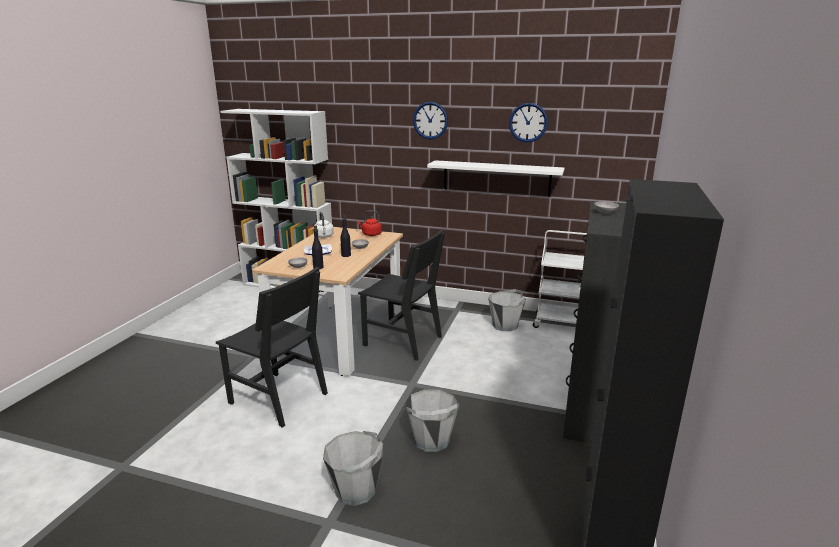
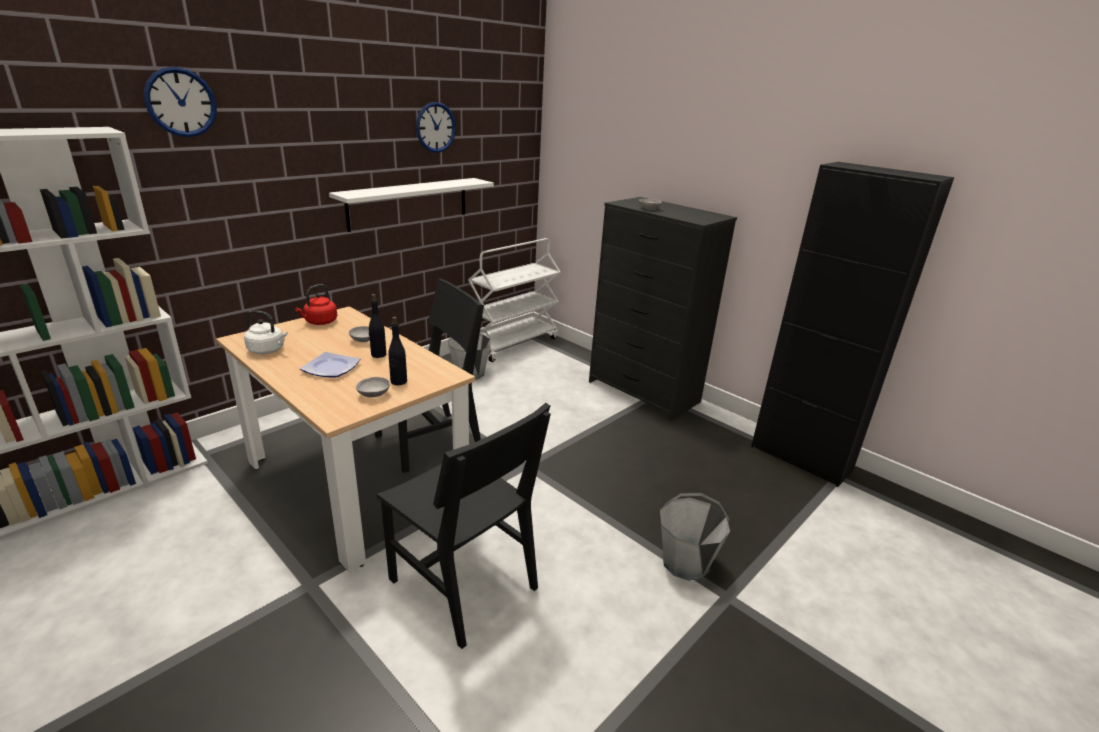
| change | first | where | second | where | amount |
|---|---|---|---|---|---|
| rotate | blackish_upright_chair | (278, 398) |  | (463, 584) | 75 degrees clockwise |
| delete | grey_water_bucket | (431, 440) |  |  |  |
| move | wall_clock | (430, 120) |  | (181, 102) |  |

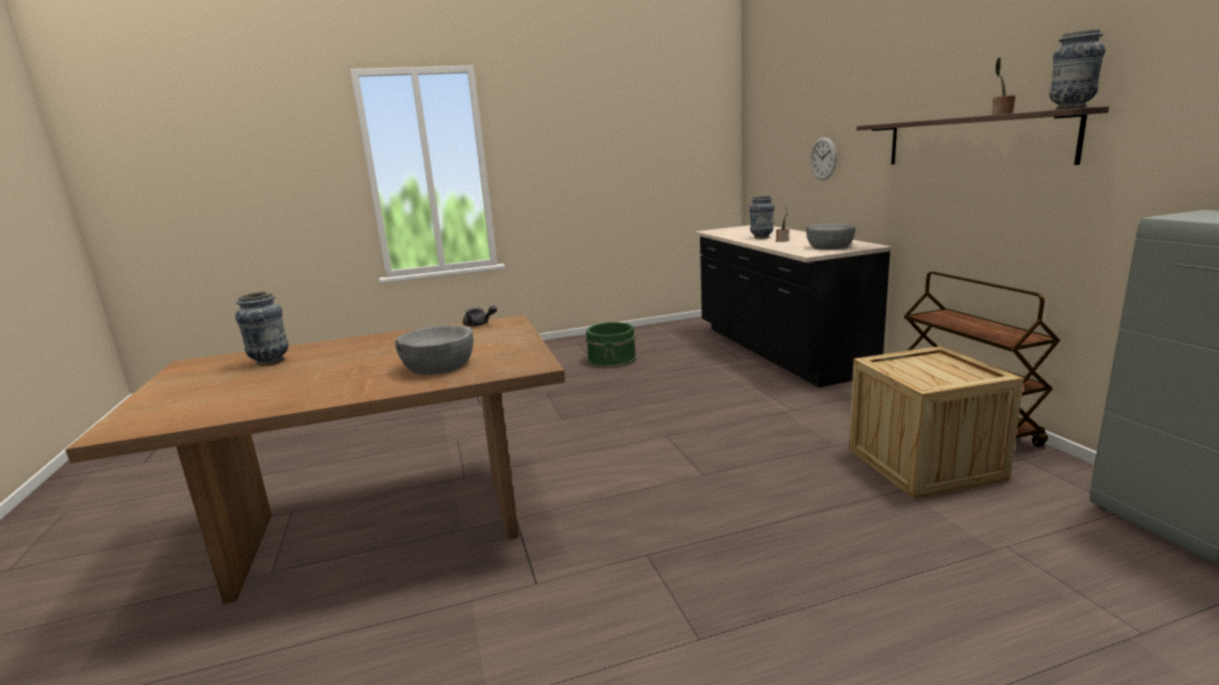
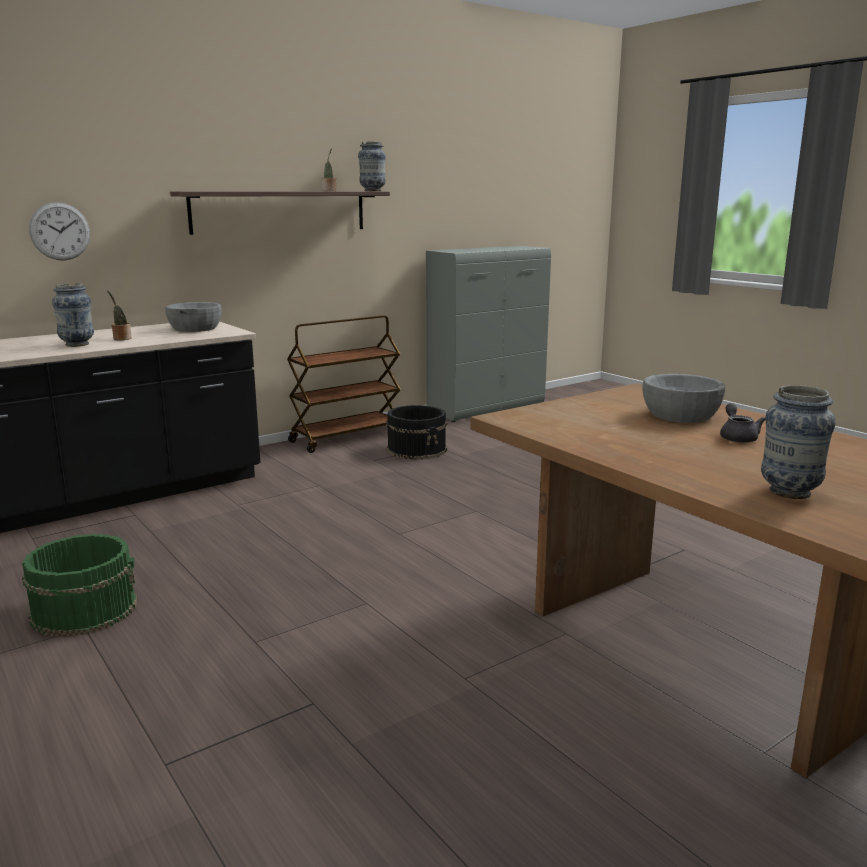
| change | first | where | second | where | amount |
|---|---|---|---|---|---|
| move | grey_tea_pot | (479, 324) |  | (737, 437) |  |
| replace | shipping_crate | (924, 464) | blackish_water_bucket | (417, 449) |  |

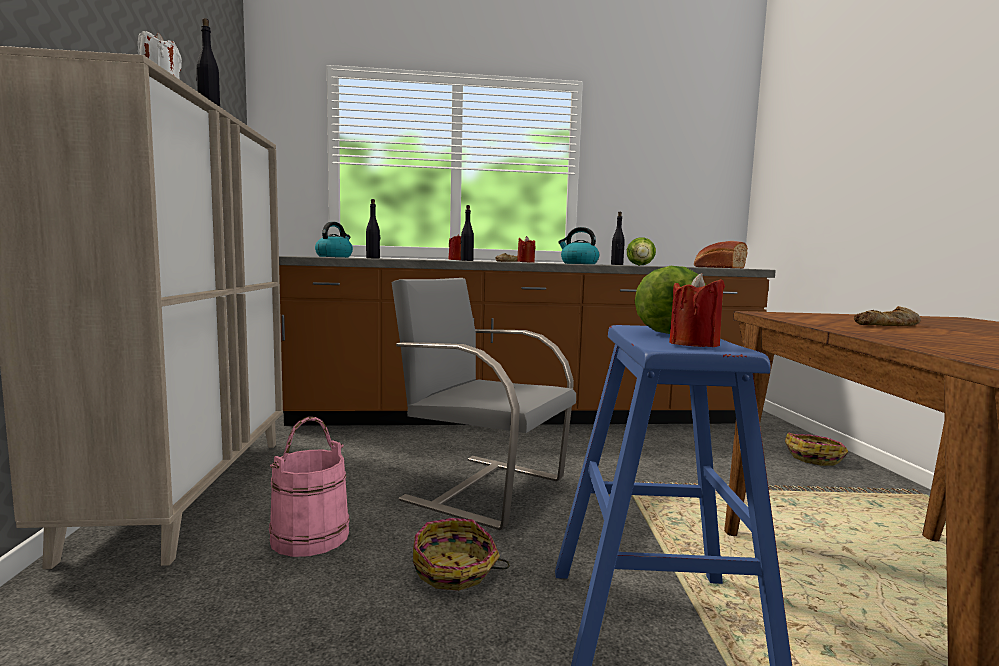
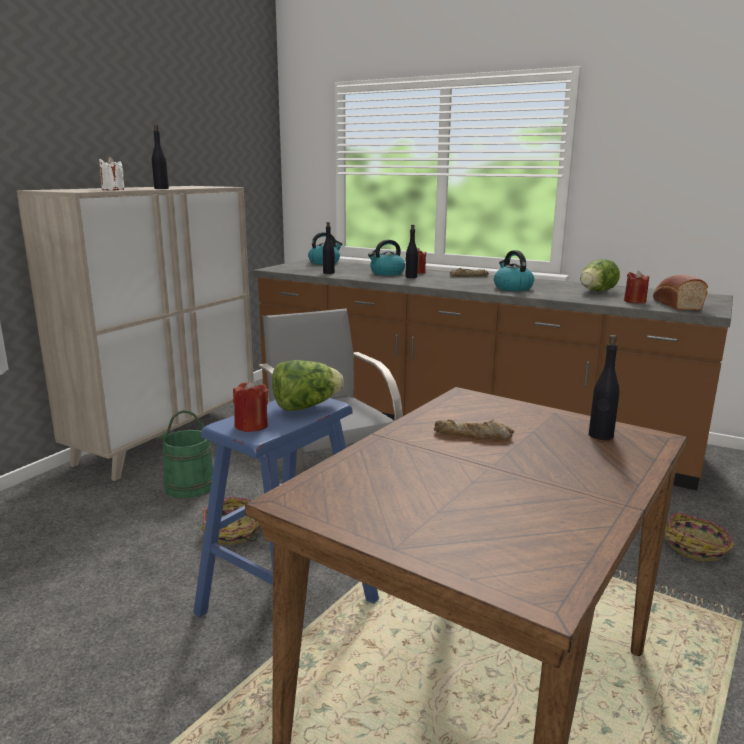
| change | first | where | second | where | amount |
|---|---|---|---|---|---|
| recolor | pinkish_water_bucket | (310, 536) | green_water_bucket | (190, 486) |  |
| move | red-coloured_candle | (525, 262) |  | (634, 301) |  |
| move | blackish_beverage_bottle | (617, 264) |  | (600, 435) |  |
| insert |  |  | kettle | (387, 273) |  |

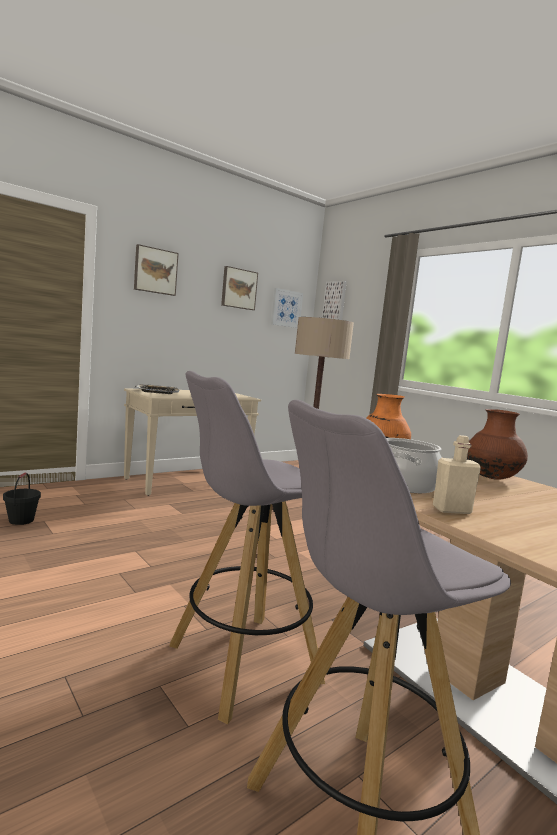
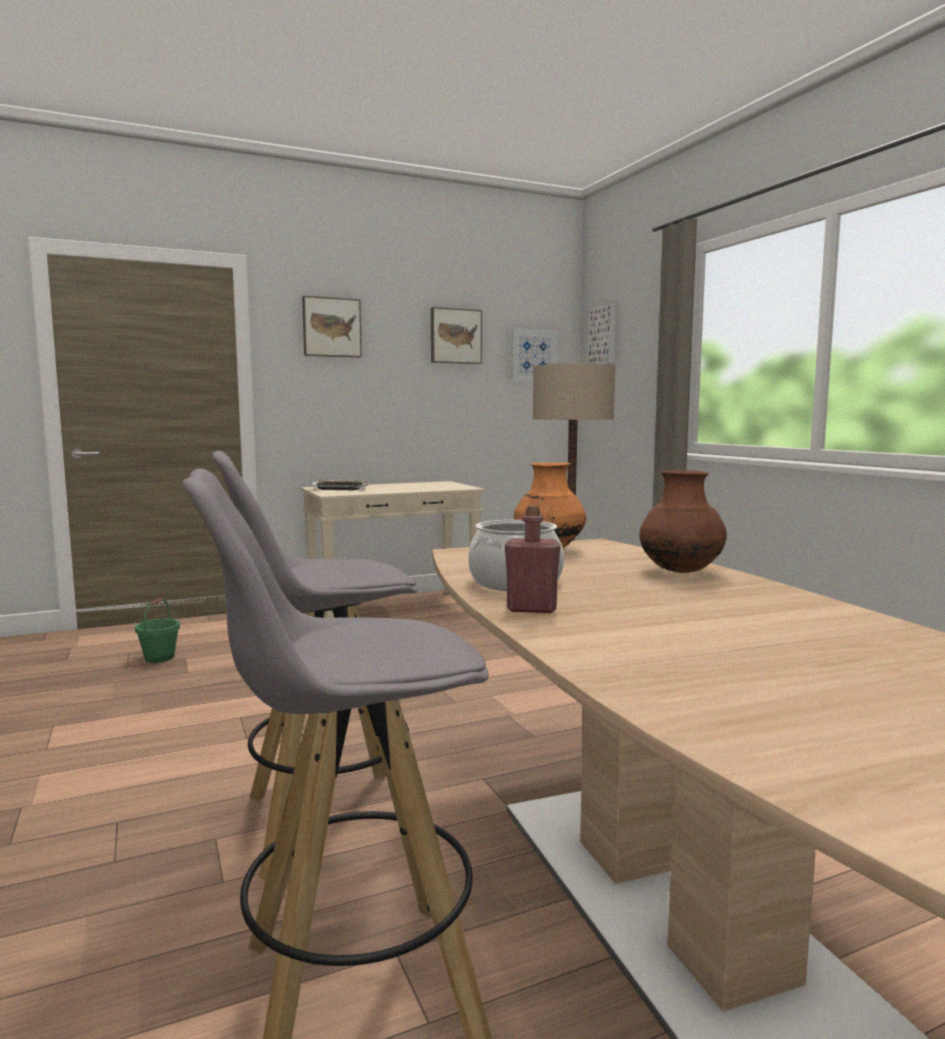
| change | first | where | second | where | amount |
|---|---|---|---|---|---|
| recolor | blackish_water_bucket | (21, 520) | green_water_bucket | (159, 658) |  |
| recolor | beige-coloured_beverage_bottle | (451, 510) | red-coloured_beverage_bottle | (531, 609) |  |

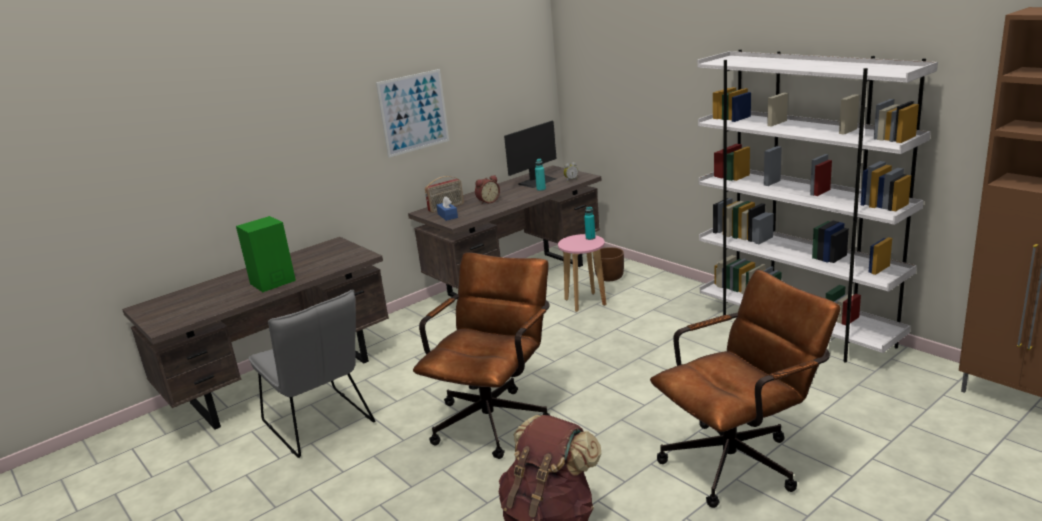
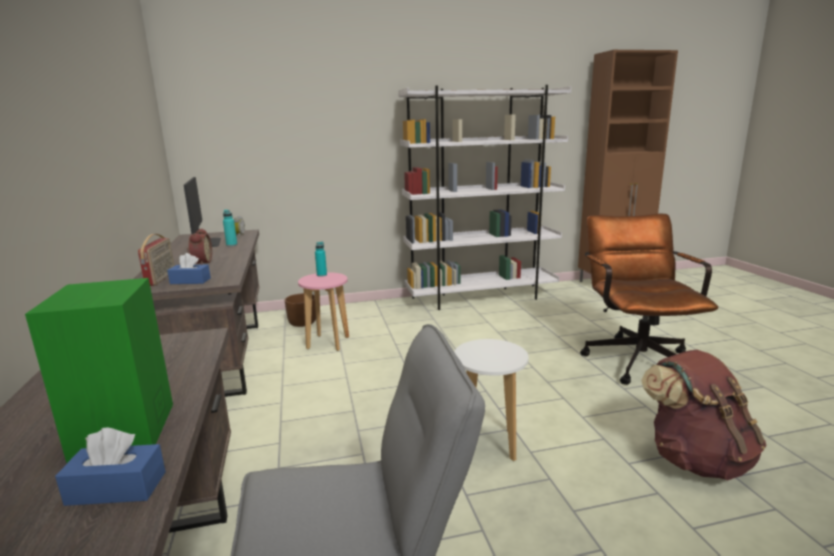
| change | first | where | second | where | amount |
|---|---|---|---|---|---|
| delete | wall_art | (413, 112) |  |  |  |
| replace | brownish_desk_chair | (495, 417) | white_stool_seat | (488, 444) |  |
| insert |  |  | blue-coloured_tissue_box | (116, 488) |  |

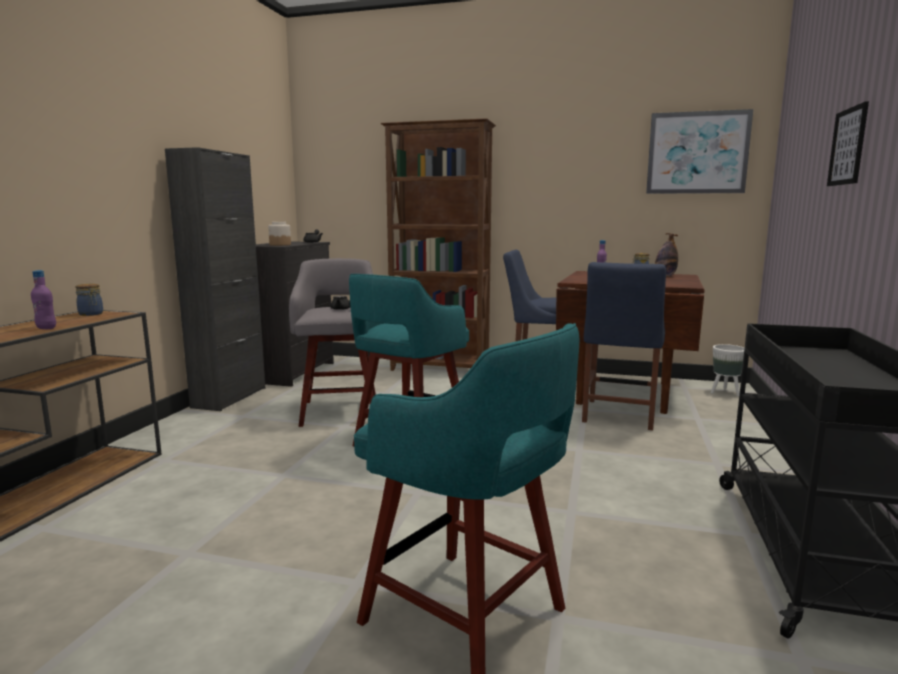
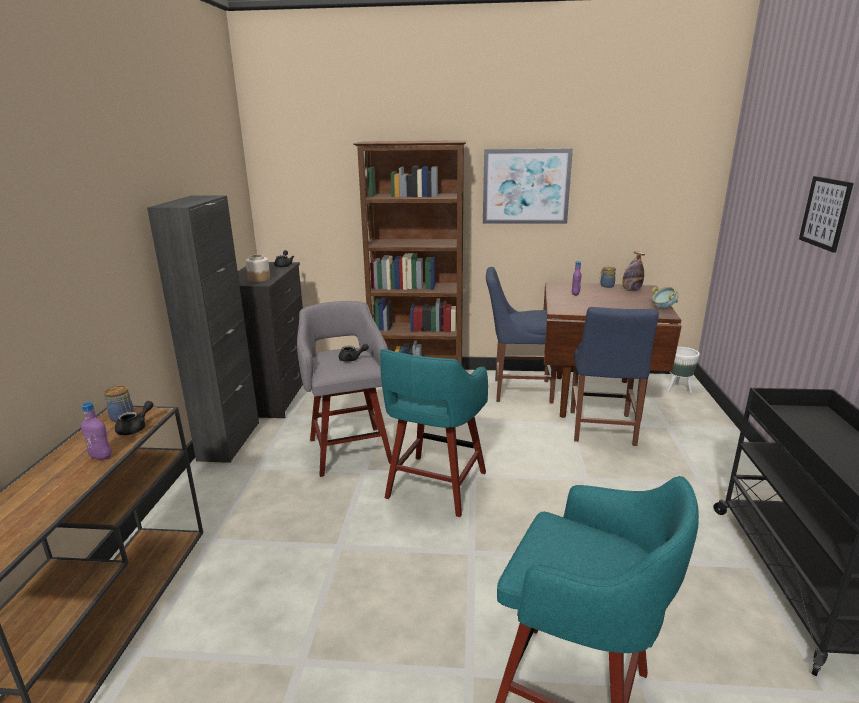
| change | first | where | second | where | amount |
|---|---|---|---|---|---|
| move | wall_art | (697, 153) |  | (526, 186) |  |
| insert |  |  | blackish_tea_pot | (136, 428) |  |
| insert |  |  | deep_dish | (663, 308) |  |

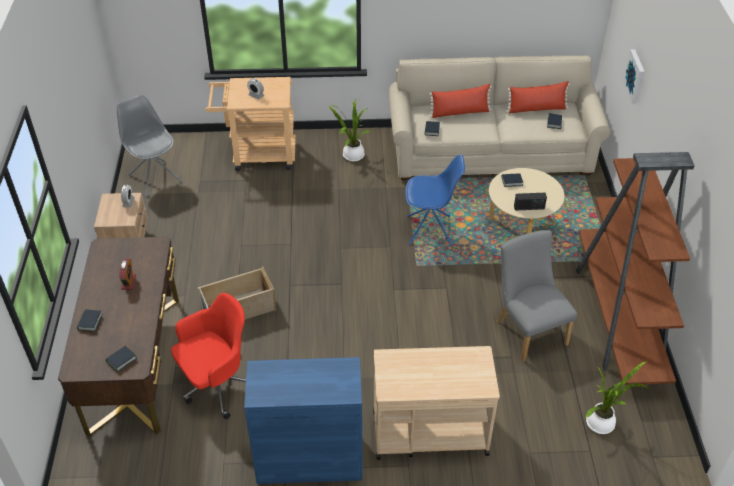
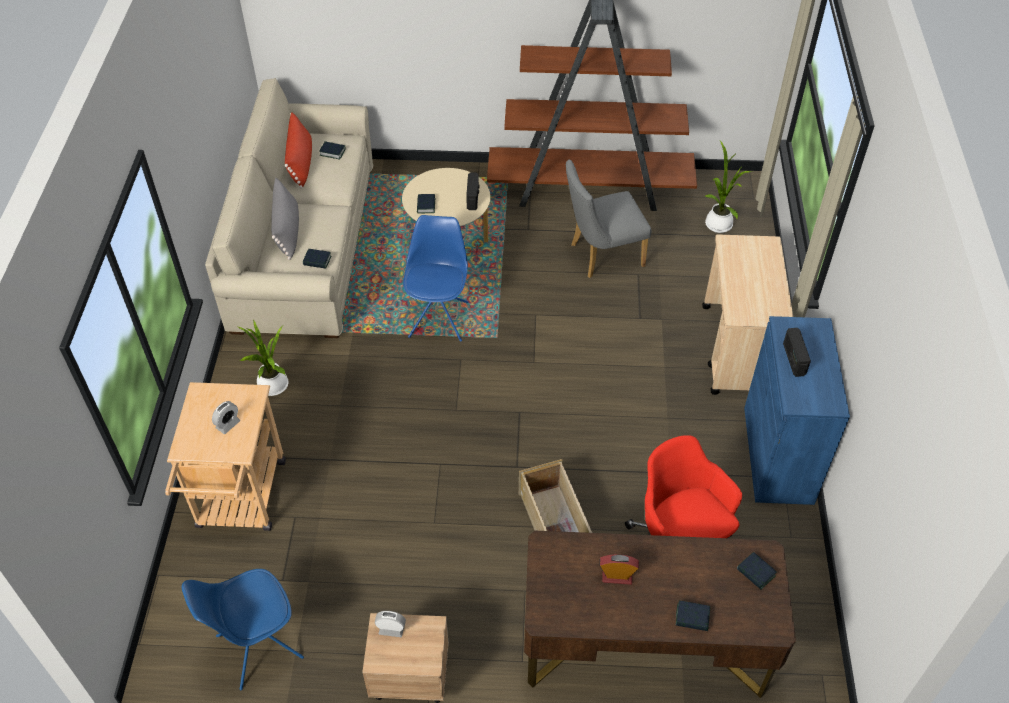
| change | first | where | second | where | amount |
|---|---|---|---|---|---|
| recolor | grey_upright_chair | (155, 178) | blue-coloured_upright_chair | (257, 647) |  |
| recolor | red-coloured_throw_pillow | (460, 112) | grey_throw_pillow | (287, 230) |  |
| delete | wall_art | (635, 76) |  |  |  |
| insert |  |  | radio_set | (793, 359) |  |

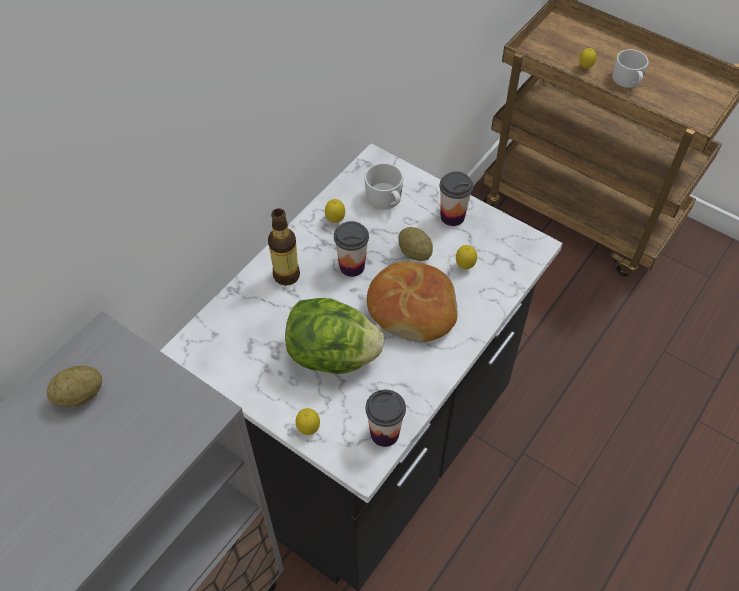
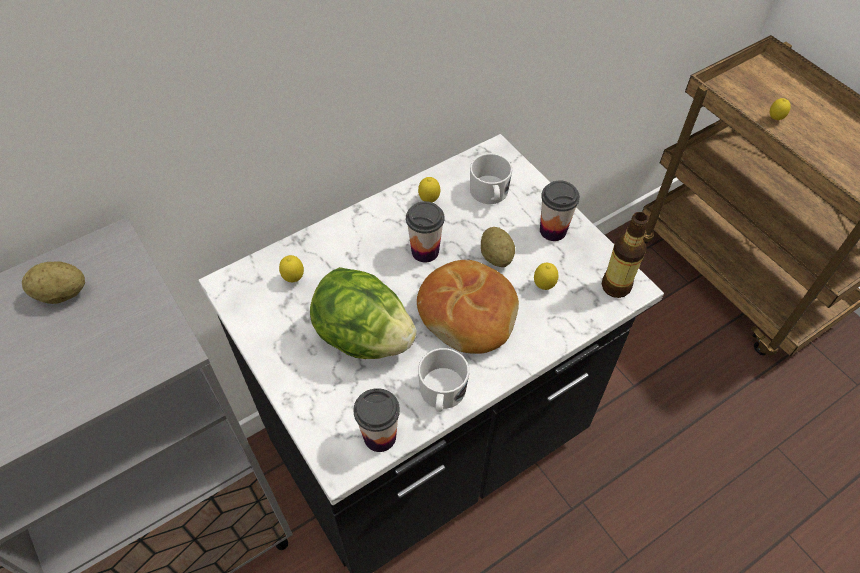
| change | first | where | second | where | amount |
|---|---|---|---|---|---|
| move | beverage_bottle | (286, 275) |  | (615, 286) |  |
| move | whole_lemon | (308, 429) |  | (294, 279) |  |
| move | white_tea_mug | (628, 81) |  | (442, 394) |  |

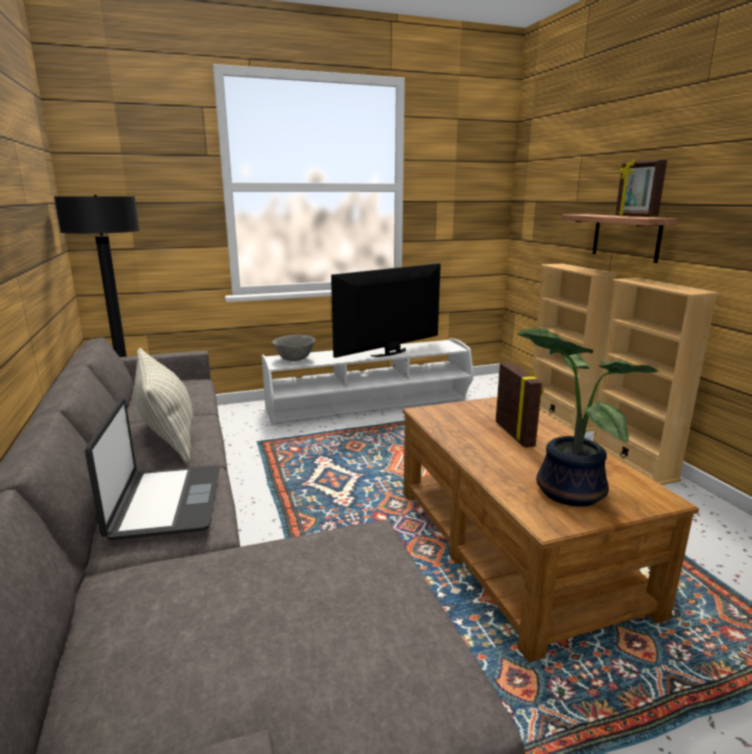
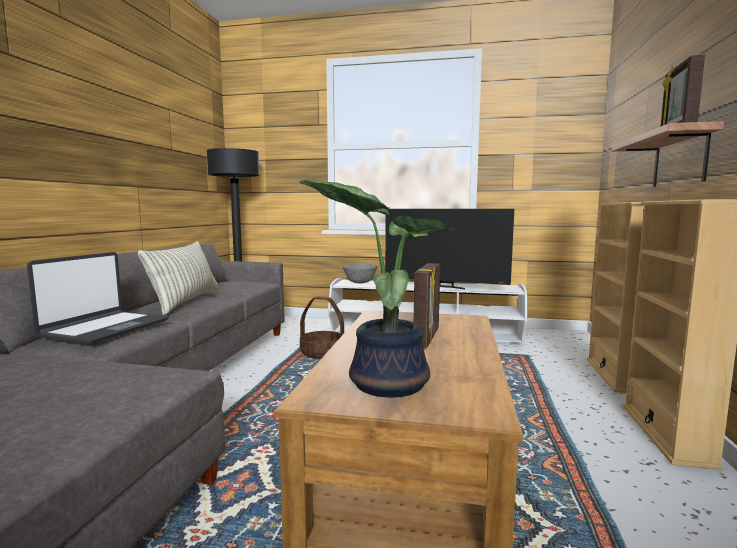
| change | first | where | second | where | amount |
|---|---|---|---|---|---|
| rotate | TV_set | (390, 353) |  | (445, 287) | 150 degrees counterclockwise |
| insert |  |  | storage_basket | (322, 353) |  |

